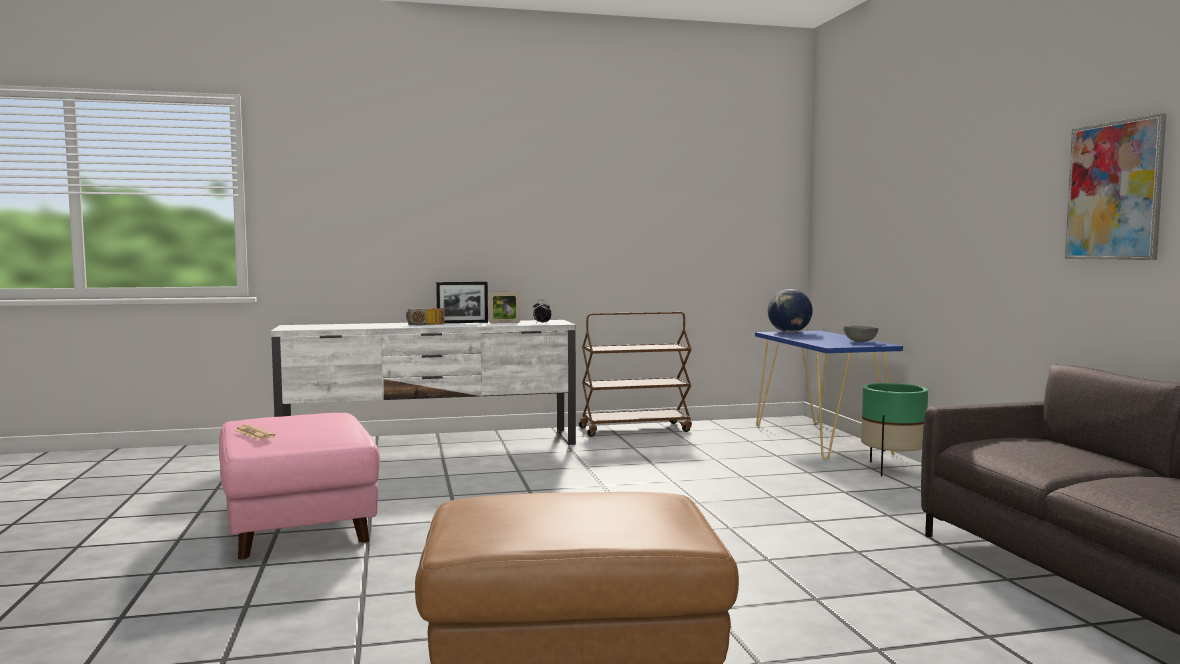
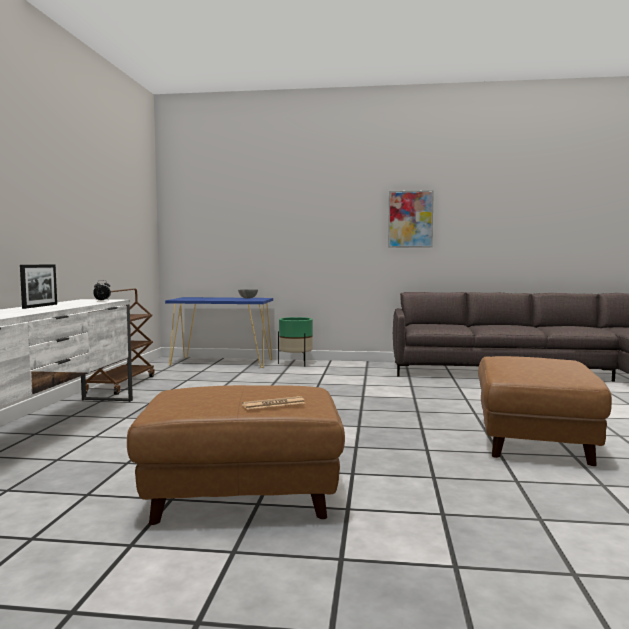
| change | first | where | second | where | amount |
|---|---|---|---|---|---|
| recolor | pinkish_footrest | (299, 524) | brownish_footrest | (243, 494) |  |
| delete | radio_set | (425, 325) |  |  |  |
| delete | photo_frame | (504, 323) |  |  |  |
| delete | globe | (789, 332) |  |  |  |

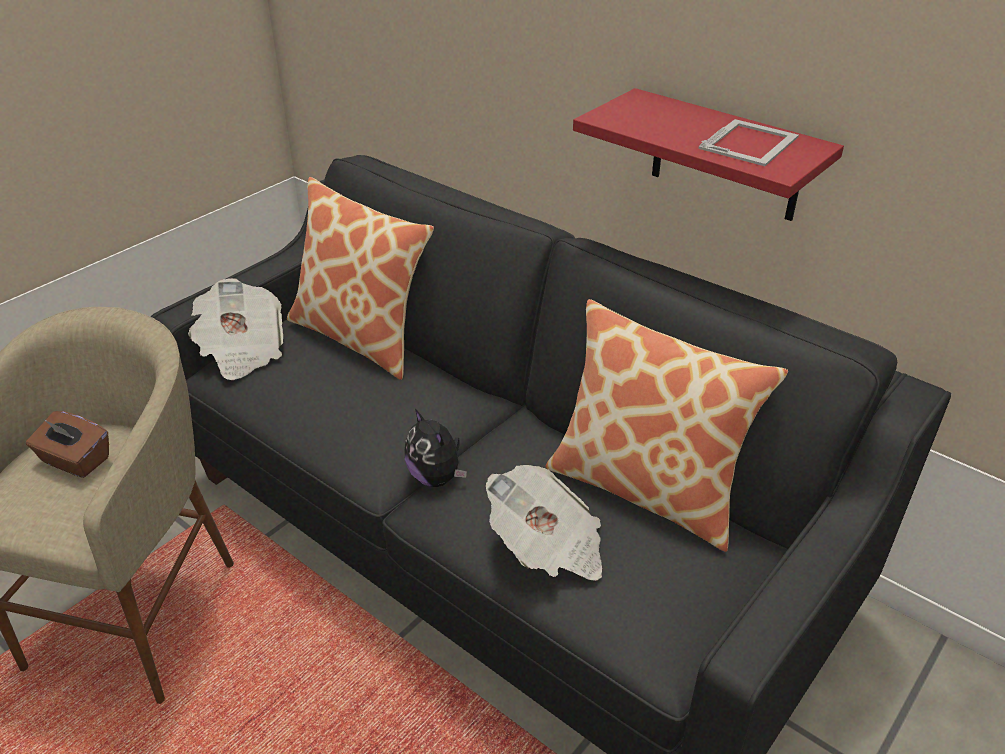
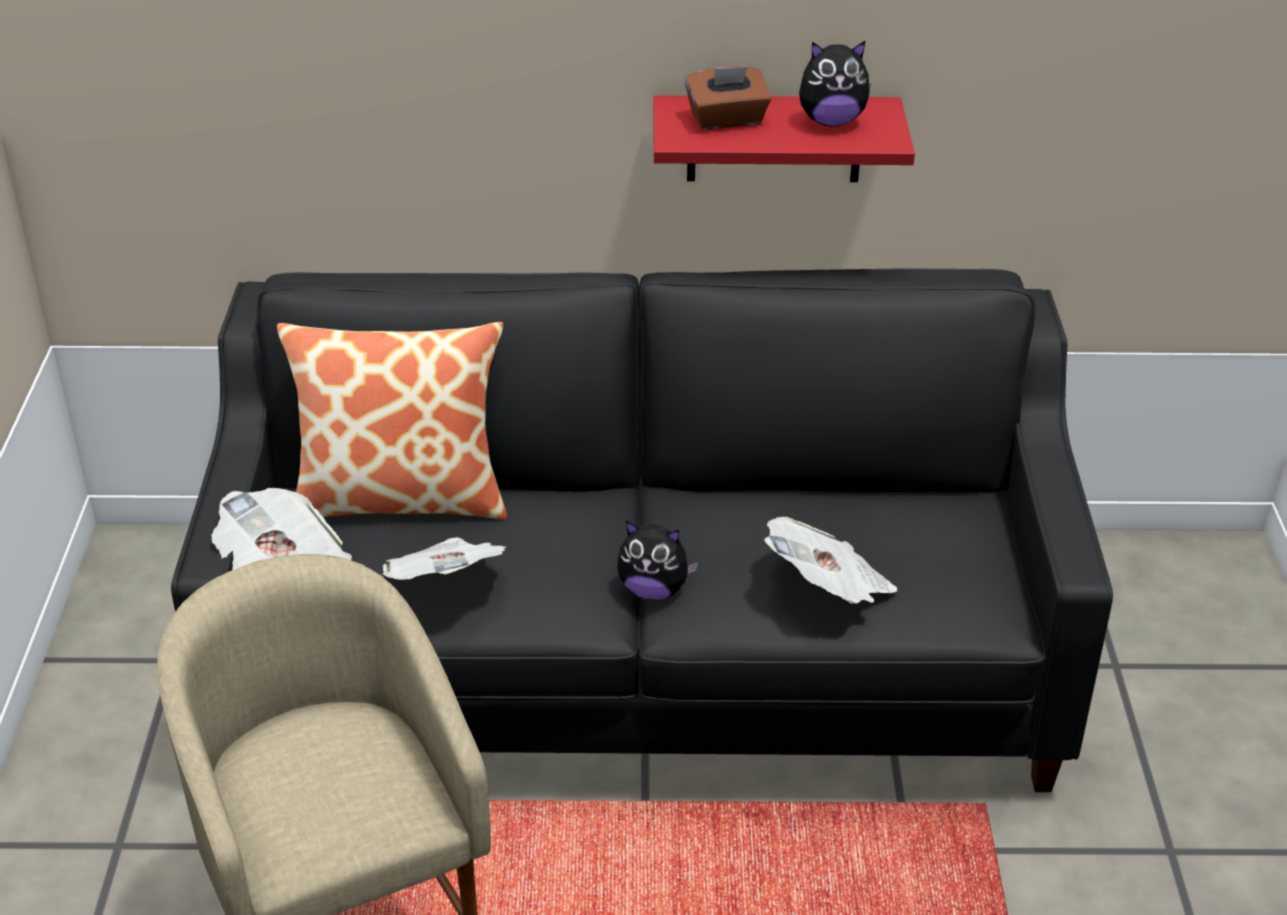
| change | first | where | second | where | amount |
|---|---|---|---|---|---|
| move | brownish_tissue_box | (75, 461) |  | (727, 120) |  |
| delete | throw_pillow | (647, 488) |  |  |  |
| replace | photo_frame | (750, 142) | cuddly_toy | (831, 121) |  |
| insert |  |  | printed_paper | (445, 583) |  |

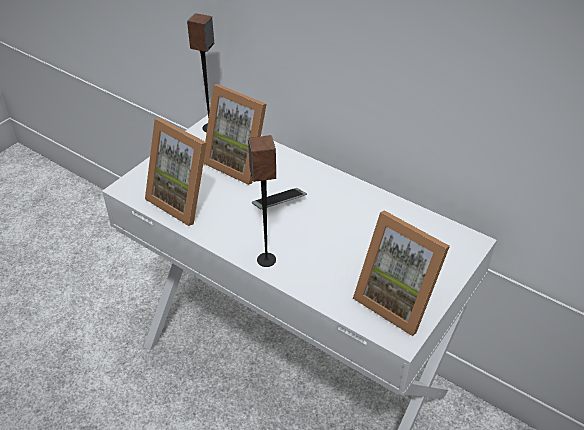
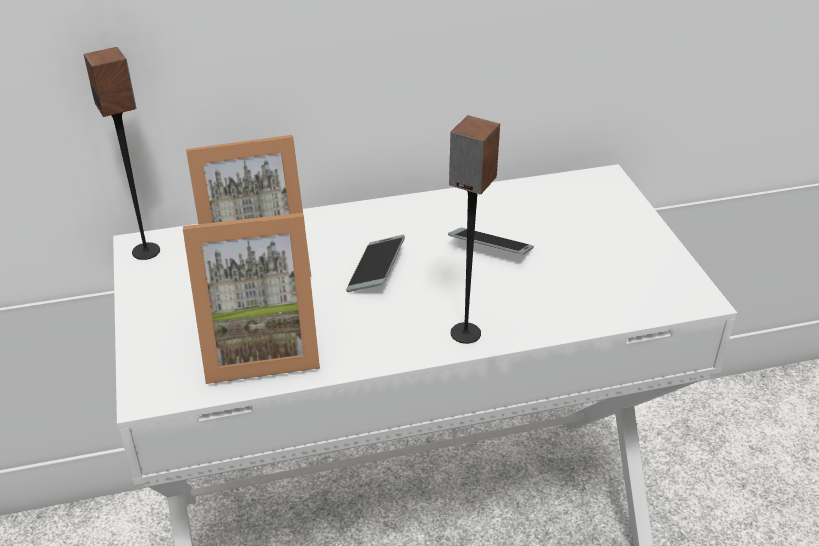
| change | first | where | second | where | amount |
|---|---|---|---|---|---|
| delete | photo_frame | (398, 300) |  |  |  |
| insert |  |  | phone | (490, 248) |  |

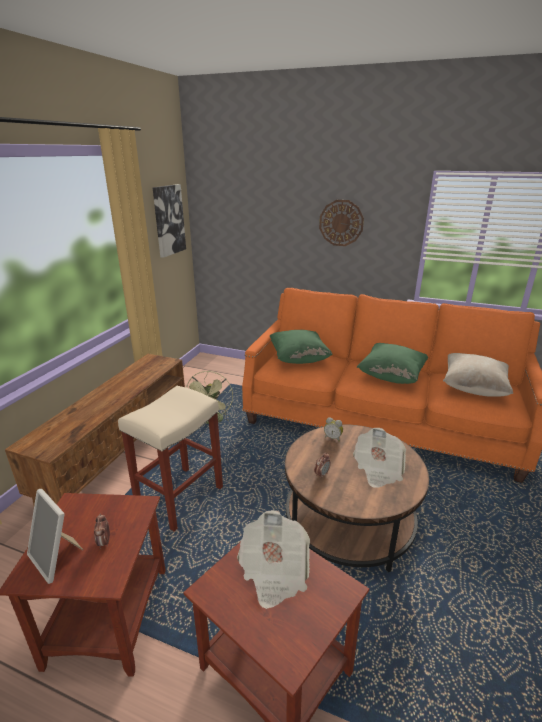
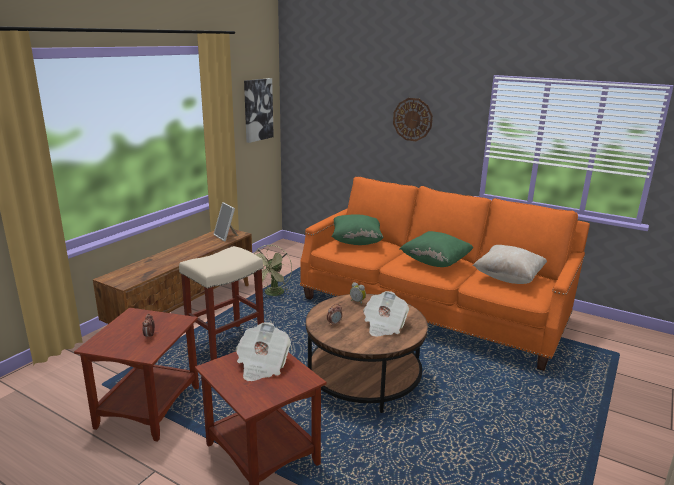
| change | first | where | second | where | amount |
|---|---|---|---|---|---|
| move | photo_frame | (57, 558) |  | (226, 236) |  |

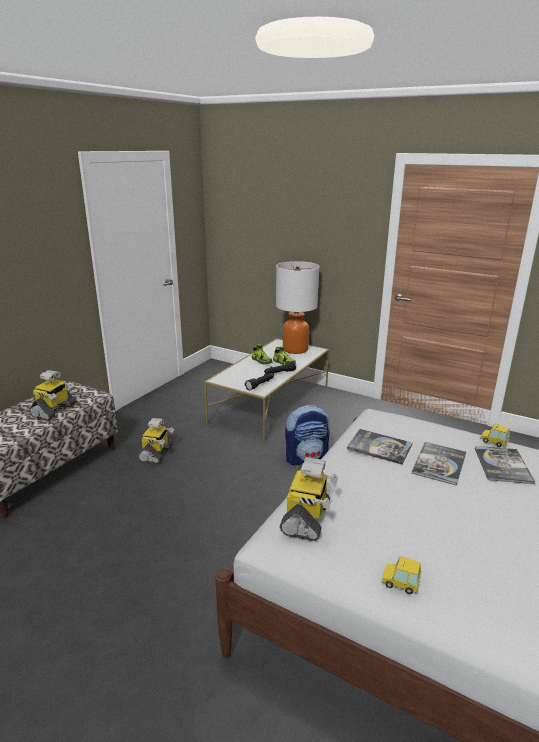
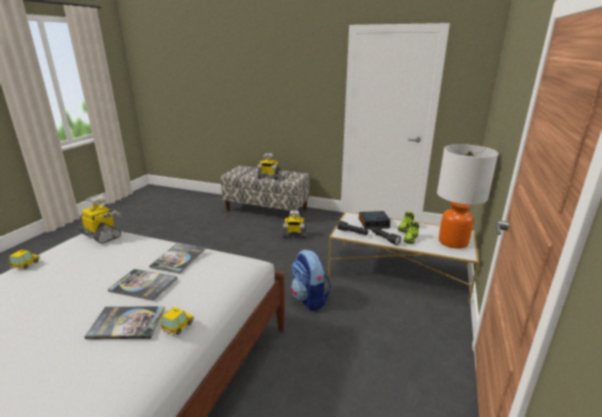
| change | first | where | second | where | amount |
|---|---|---|---|---|---|
| rotate | model_robot | (307, 519) |  | (102, 235) | 150 degrees counterclockwise |
| insert |  |  | table_clock | (374, 223) |  |

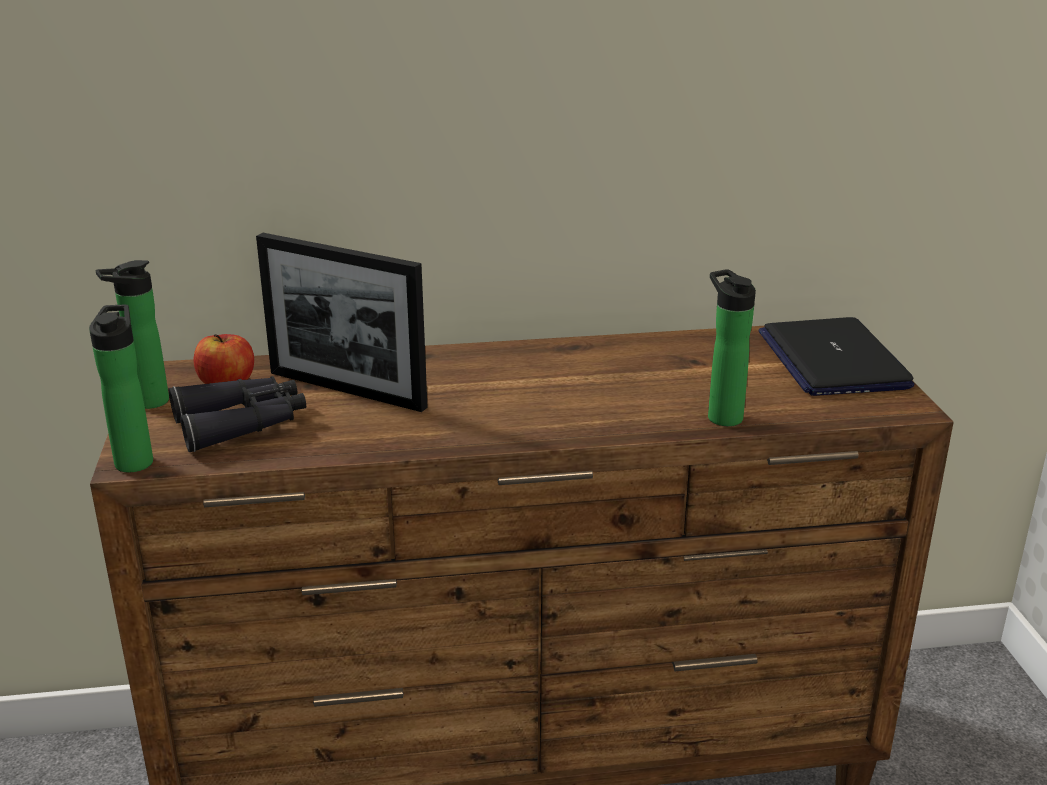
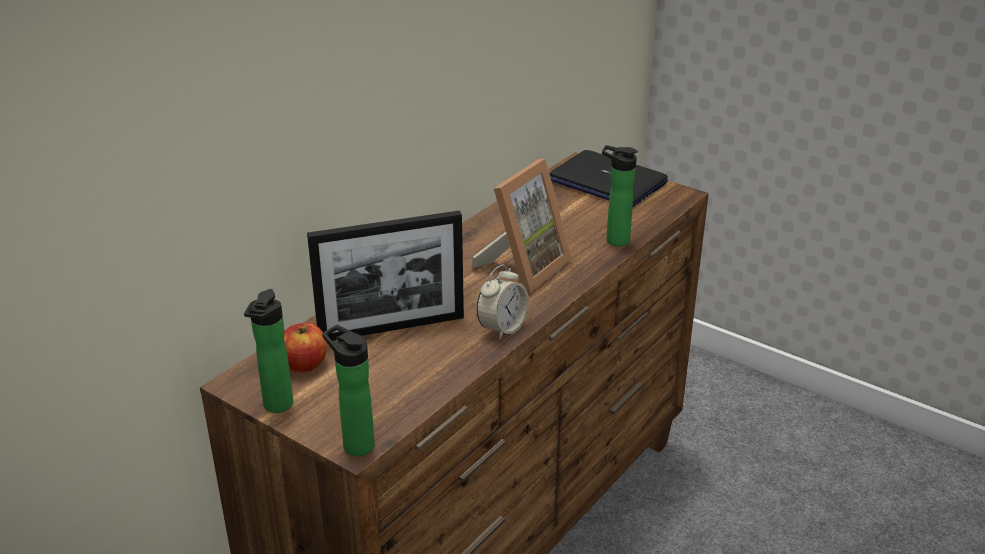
| change | first | where | second | where | amount |
|---|---|---|---|---|---|
| delete | blackish_pair_of_binoculars | (242, 424) |  |  |  |
| insert |  |  | photo_frame | (524, 268) |  |
| insert |  |  | table_clock | (502, 328) |  |

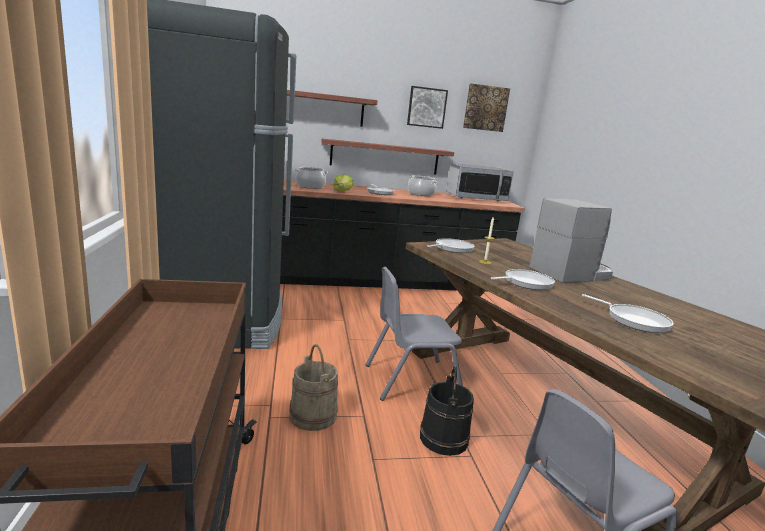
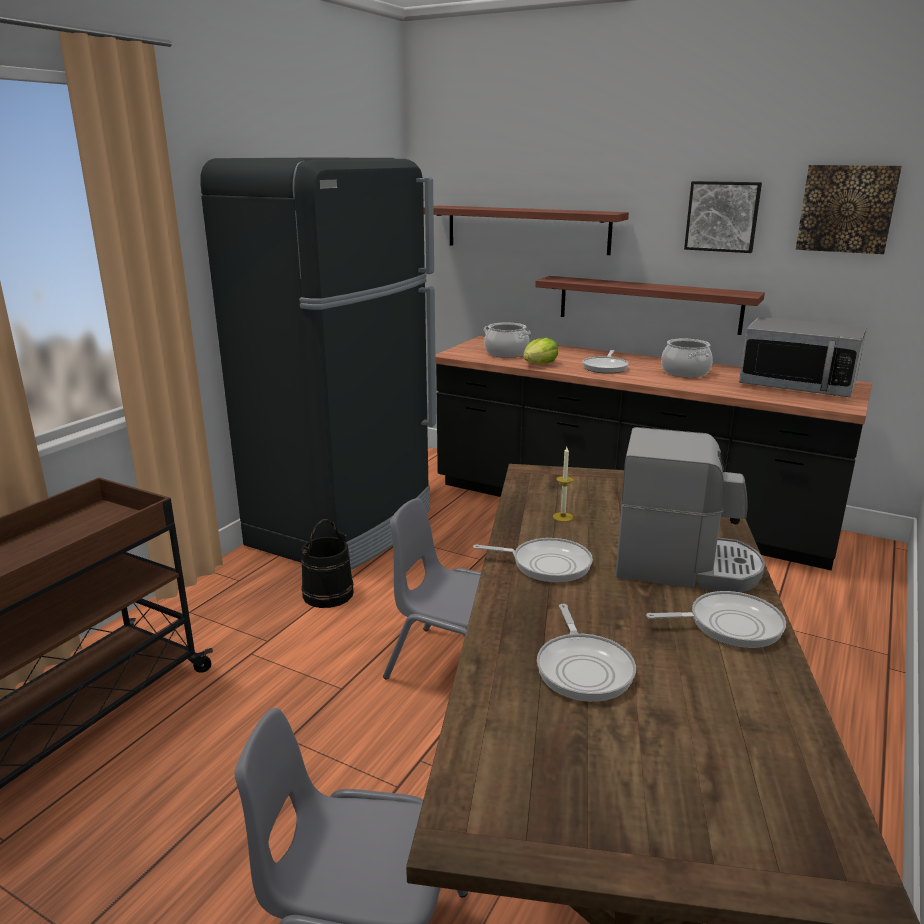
| change | first | where | second | where | amount |
|---|---|---|---|---|---|
| delete | beige-coloured_water_bucket | (312, 415) |  |  |  |
| move | blackish_water_bucket | (444, 438) |  | (328, 594) |  |
| move | skillet | (452, 248) |  | (729, 625) |  |

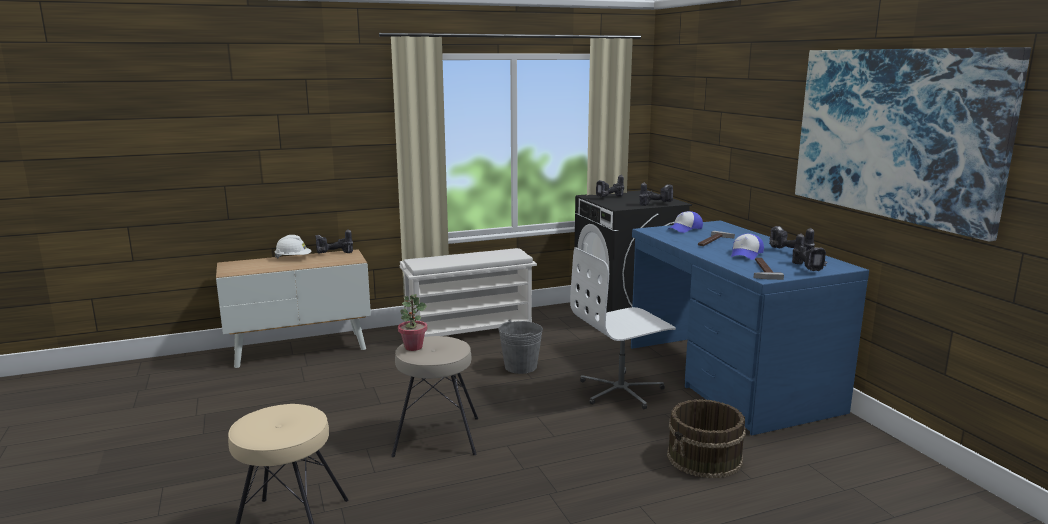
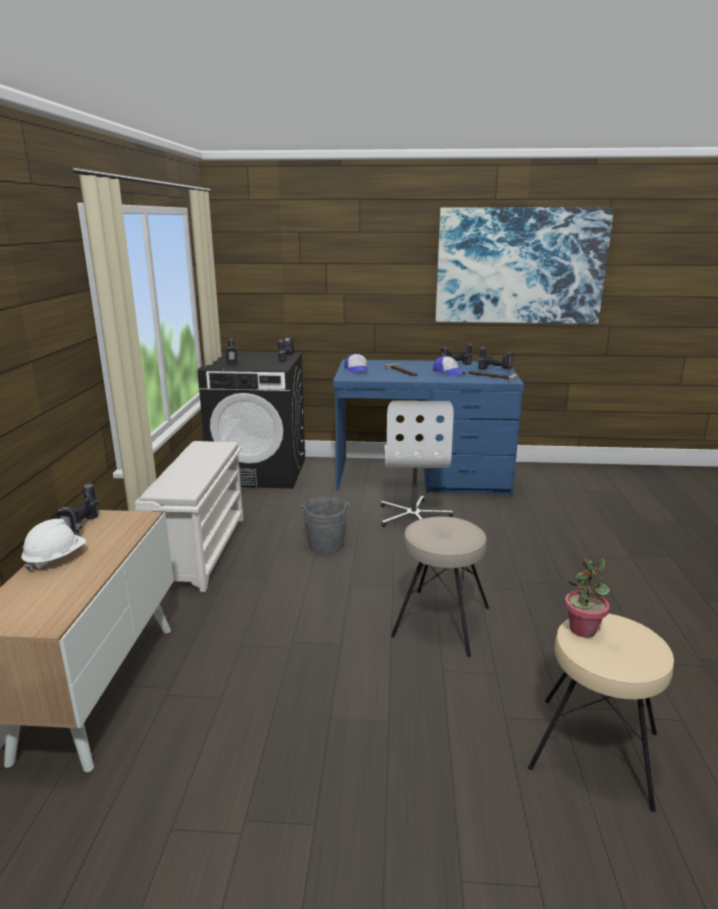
| change | first | where | second | where | amount |
|---|---|---|---|---|---|
| move | plant_in_a_pot | (413, 347) |  | (582, 629) |  |
| delete | brownish_water_bucket | (705, 458) |  |  |  |

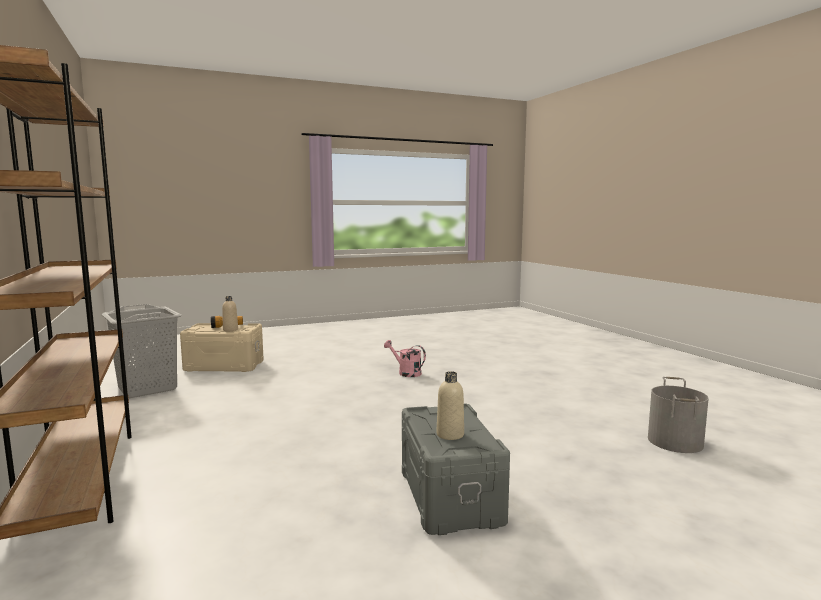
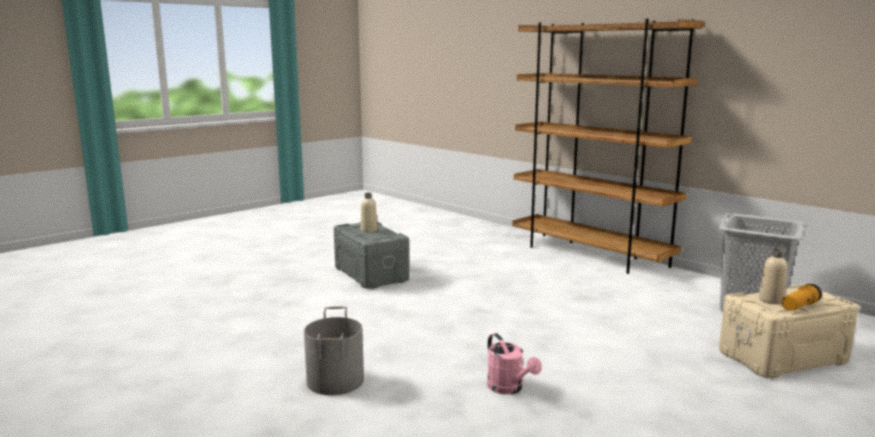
| change | first | where | second | where | amount |
|---|---|---|---|---|---|
| rotate | pinkish_sprinkling_can | (406, 373) |  | (509, 388) | 45 degrees clockwise |
| move | grey_water_bucket | (676, 442) |  | (334, 381) |  |

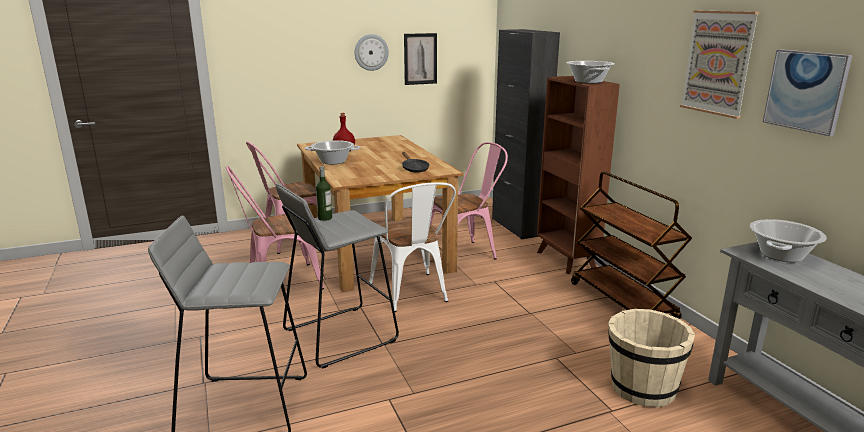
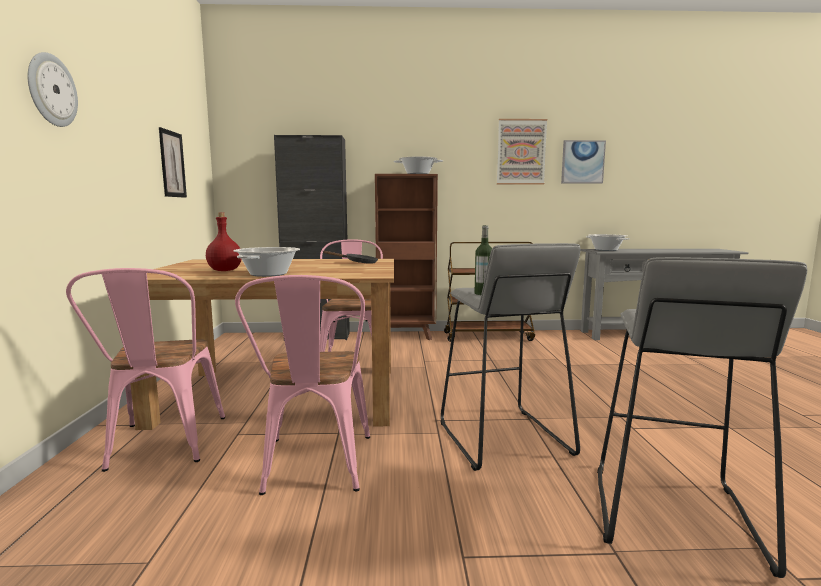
| change | first | where | second | where | amount |
|---|---|---|---|---|---|
| move | wall_clock | (371, 52) |  | (51, 90) |  |
| delete | white_upright_chair | (412, 295) |  |  |  |
| delete | beige-coloured_water_bucket | (642, 388) |  |  |  |

